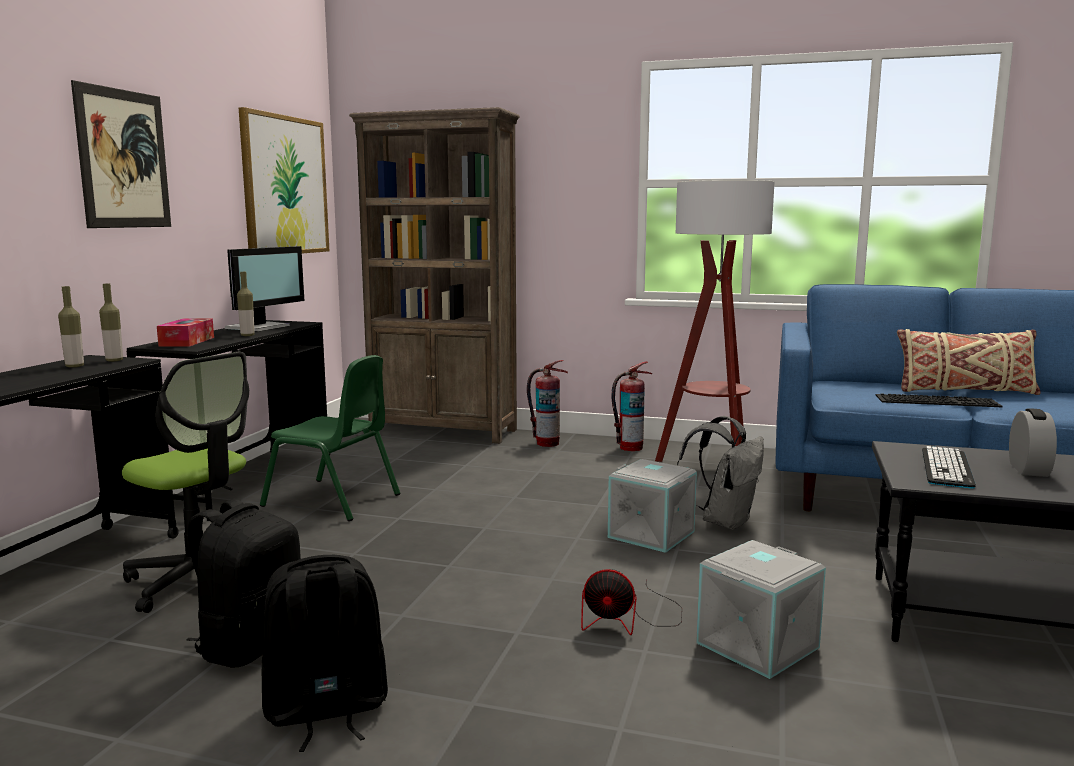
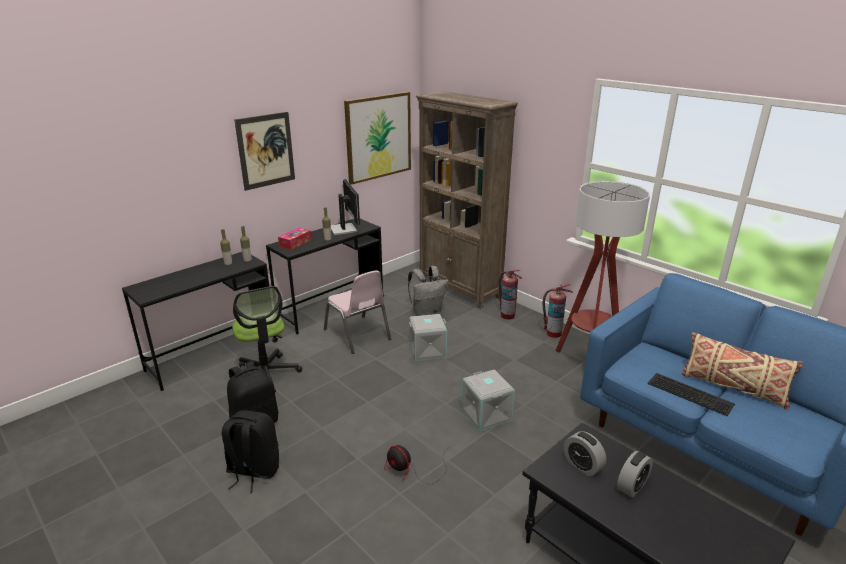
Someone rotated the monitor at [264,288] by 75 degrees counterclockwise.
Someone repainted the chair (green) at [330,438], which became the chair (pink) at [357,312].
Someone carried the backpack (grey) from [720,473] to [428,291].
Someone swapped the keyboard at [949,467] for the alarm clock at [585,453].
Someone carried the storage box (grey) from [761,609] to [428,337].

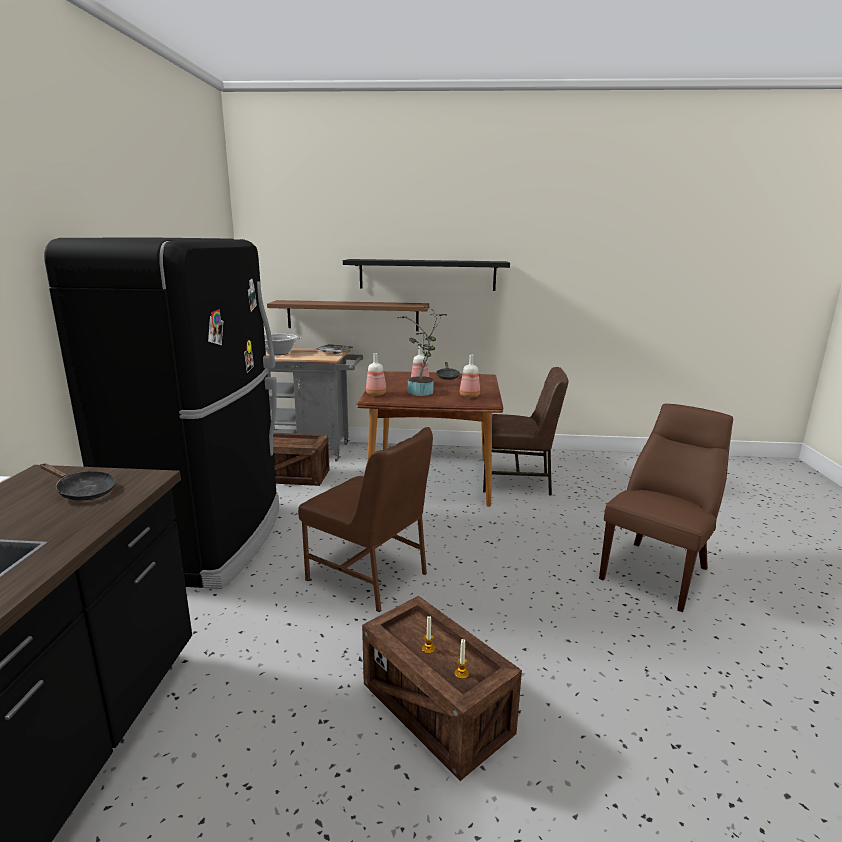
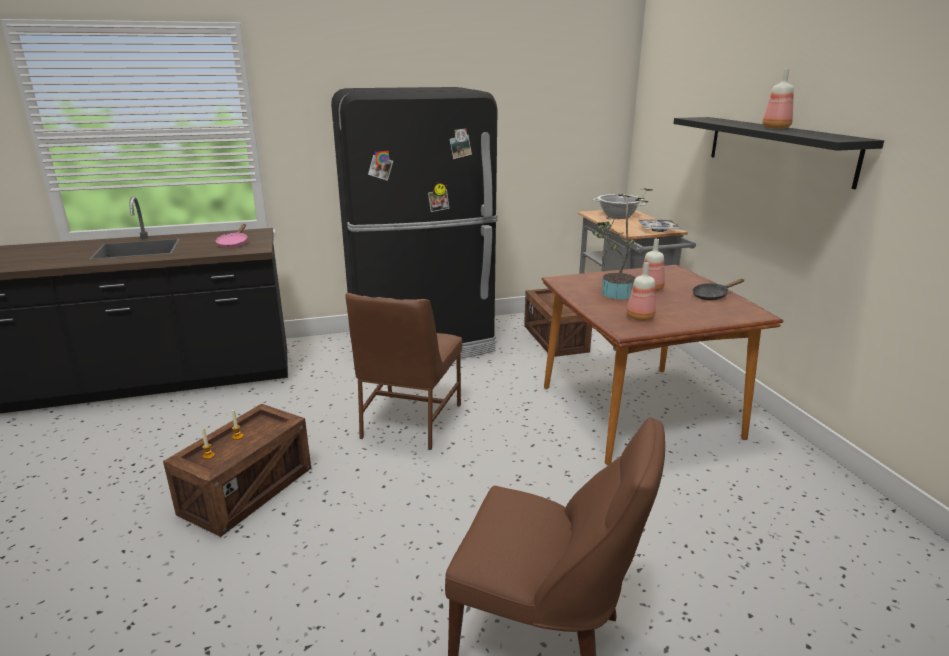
Someone took away the shelf (brown) at [348,315].
Someone carried the bottle from [376,374] to [778,98].
Someone took away the chair (brown) at [526,431].
Someone repainted the frying pan (black) at [78,482], which became the frying pan (pink) at [231,236].

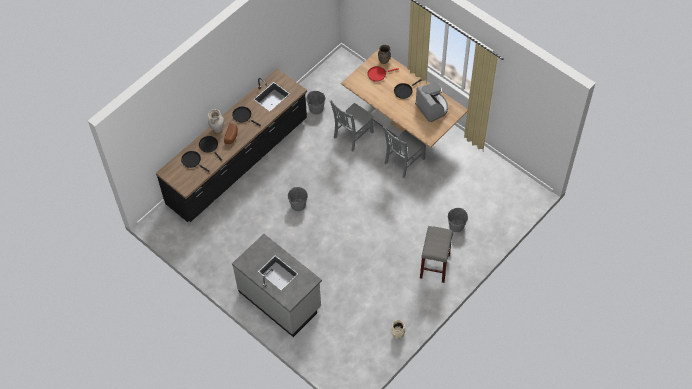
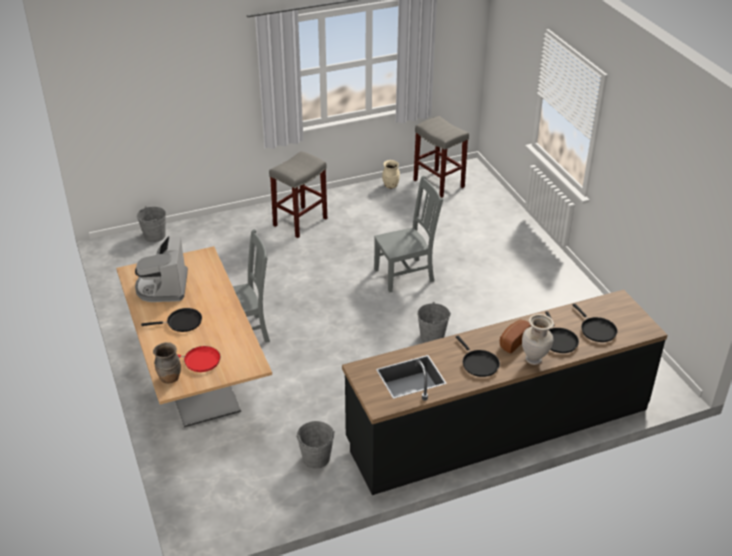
Someone carried the chair (grey) from [352,125] to [408,234].
Someone carried the bucket (grey) from [458,220] to [151,224].
Someone took away the counter (grey) at [277,285].
Someone put down the stool (grey) at [441,157].

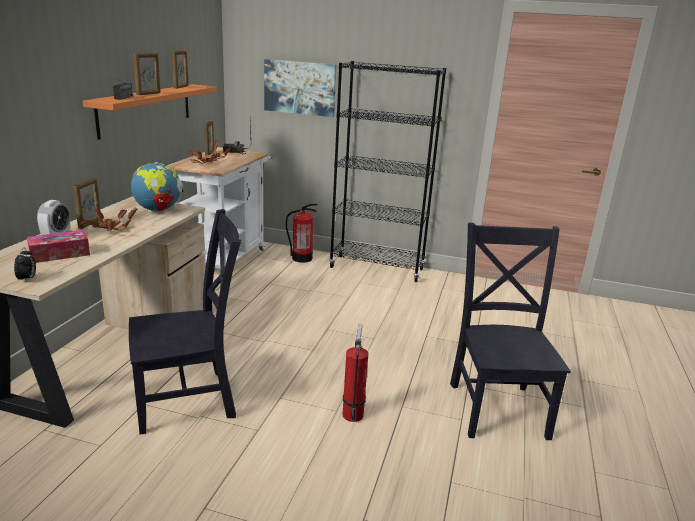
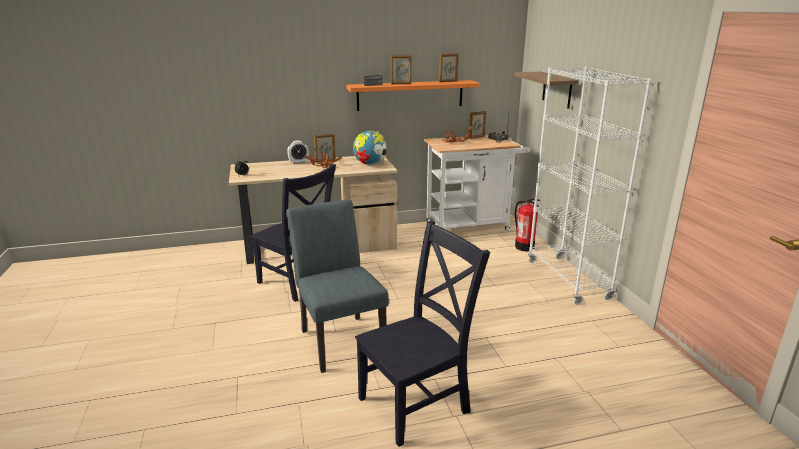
Someone swapped the picture at [300,88] for the shelf at [546,90].
Someone repainted the bookcase (black) at [387,171], which became the bookcase (white) at [590,185].
Someone took away the tissue box at [58,246].
Someone swapped the fire extinguisher at [355,373] for the chair (grey) at [337,286].

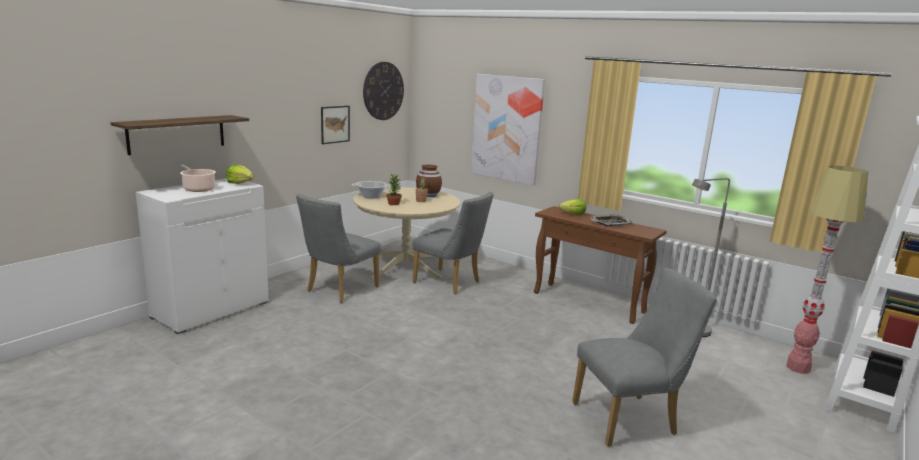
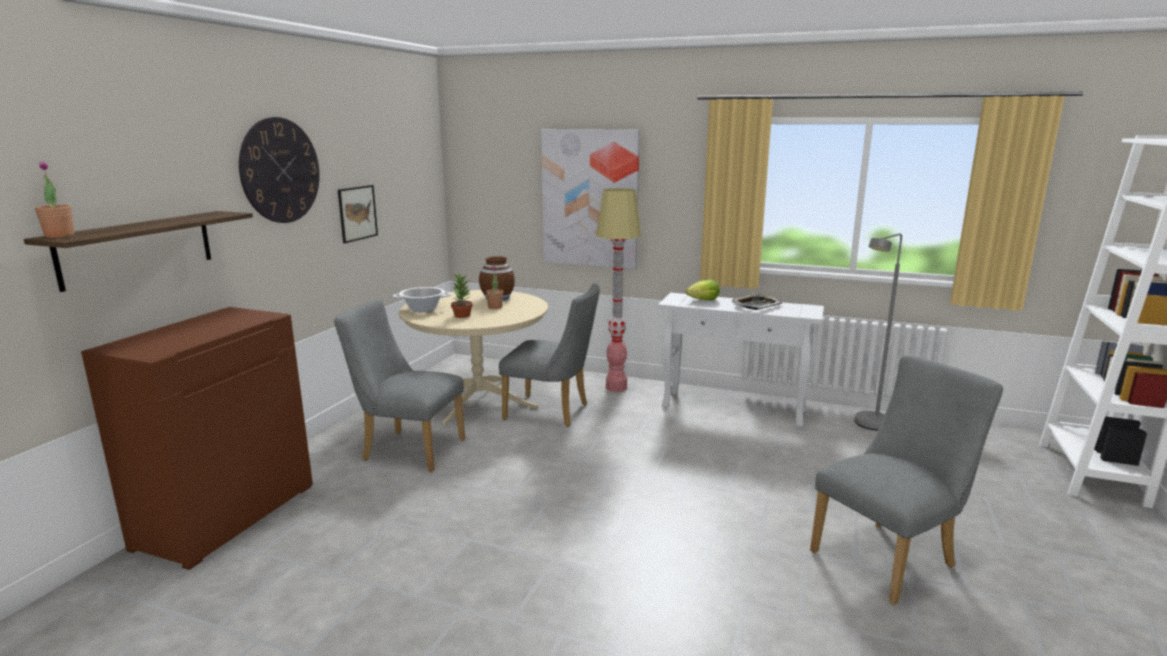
Someone carried the wall clock from [383,91] to [279,170].
Someone took away the cooking pot at [198,178].
Someone took away the lettuce at [240,174].
Someone carried the floor lamp from [827,270] to [618,290].
Someone repainted the cabinet (white) at [202,256], which became the cabinet (brown) at [197,438].
Someone rotated the chair (grey) at [338,248] by 90 degrees clockwise.
Someone repainted the console table (brown) at [600,265], which became the console table (white) at [741,360].
Someone put down the potted plant at [54,199].

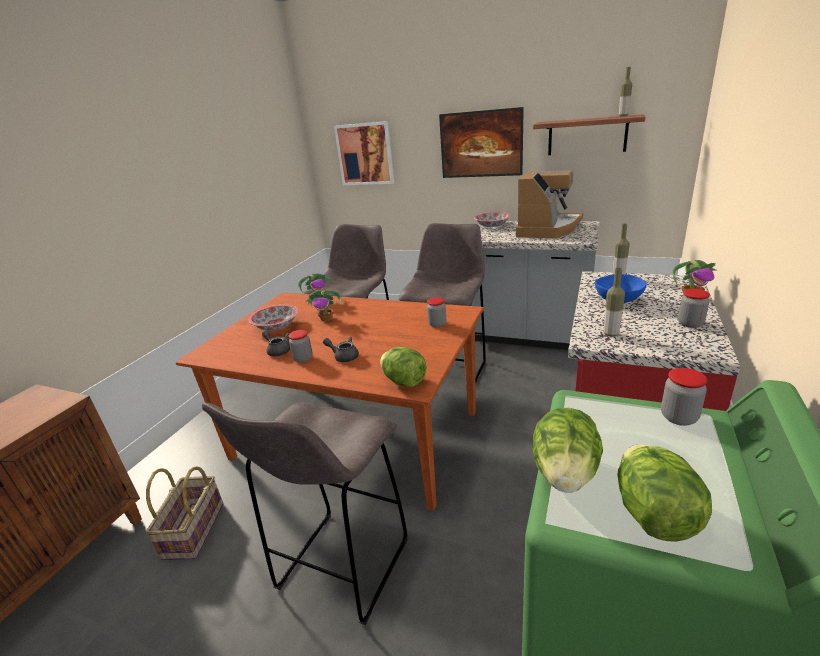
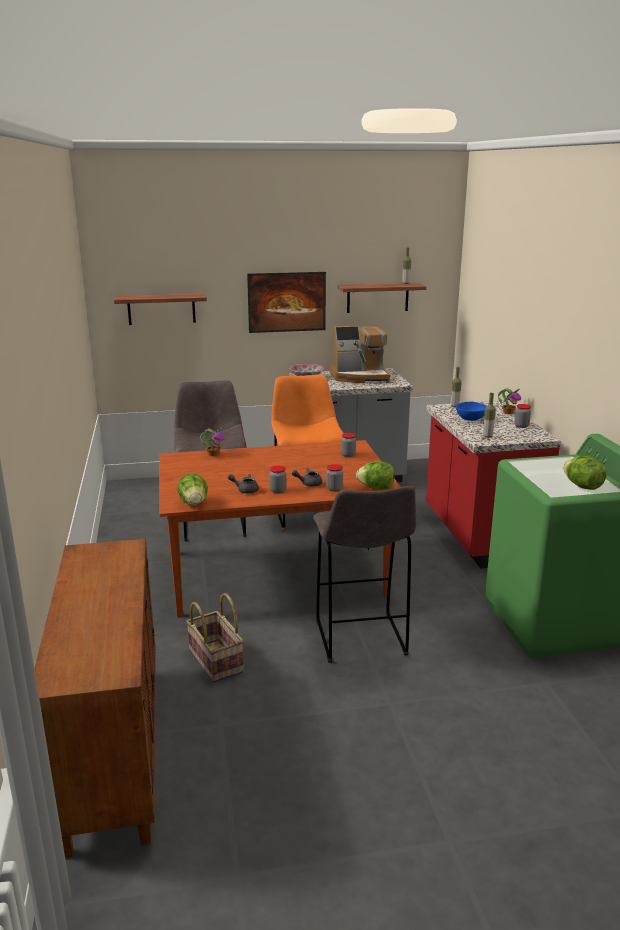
Someone swapped the picture at [364,153] for the shelf at [160,309].
Someone rotated the coffee machine at [549,204] by 90 degrees clockwise.
Someone repainted the stool (grey) at [442,303], which became the stool (orange) at [307,452].
Someone took away the potted plant at [323,306].
Someone took away the bowl at [273,318].
Someone carried the jar from [684,397] to [334,478].
Someone carried the lettuce from [567,450] to [192,489].

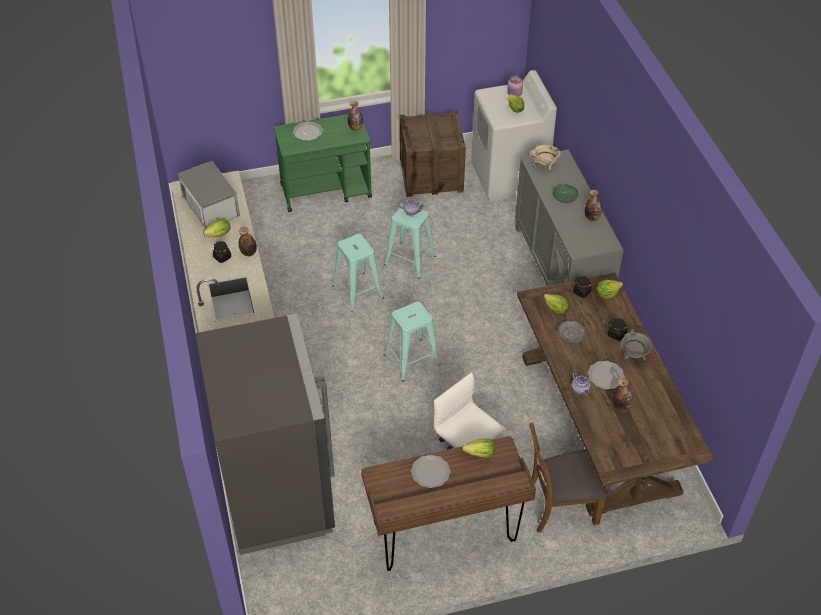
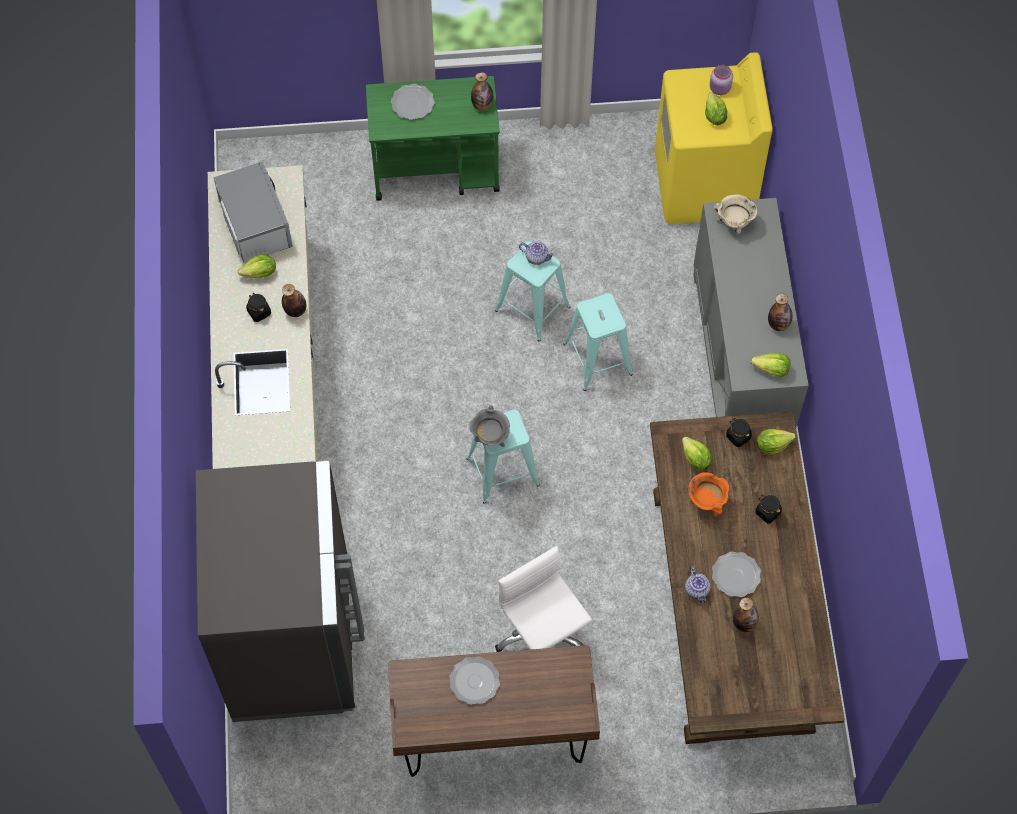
Someone repainted the washing machine (white) at [514,136], which became the washing machine (yellow) at [714,138].
Someone took away the crate at [433,154].
Someone took away the plate (green) at [566,194].
Someone carried the stool (turquoise) from [358,273] to [597,342].
Someone swapped the plate (grey) at [572,331] for the cooking pot (orange) at [708,494].
Someone carried the cooking pot (grey) from [636,345] to [489,426].
Someone took away the chair (brown) at [568,477].
Someone carried the lettuce from [478,448] to [771,365].

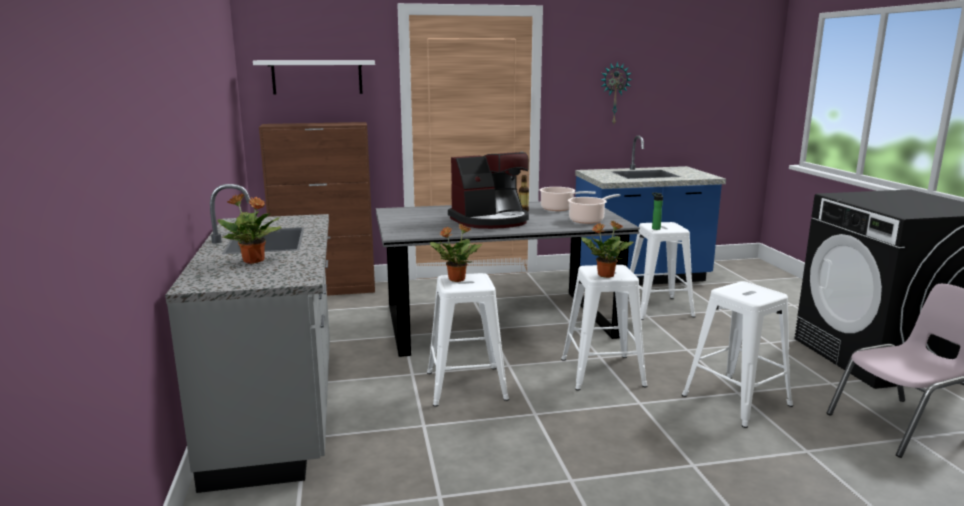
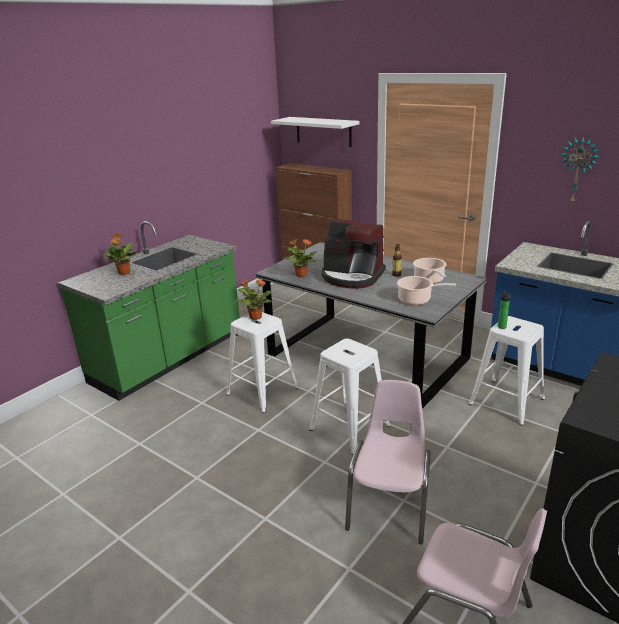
Someone repainted the counter (grey) at [247,338], which became the counter (green) at [149,311].
Someone carried the potted plant from [607,249] to [301,258].
Someone swapped the stool (white) at [737,354] for the chair (pink) at [387,462].

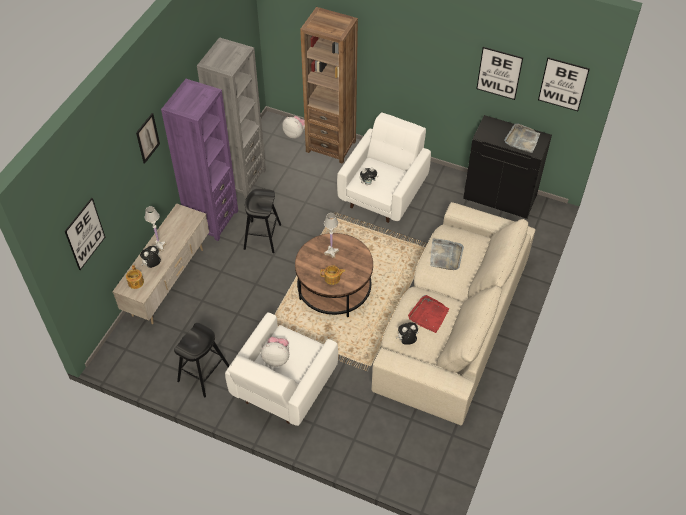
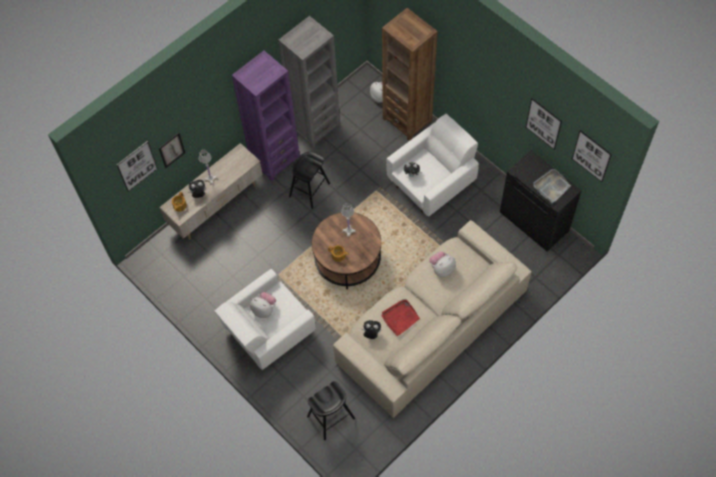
Someone carried the picture from [148,138] to [171,150].
Someone swapped the tray (grey) at [447,254] for the plush toy at [442,264].
Someone carried the stool (black) from [202,360] to [331,410].

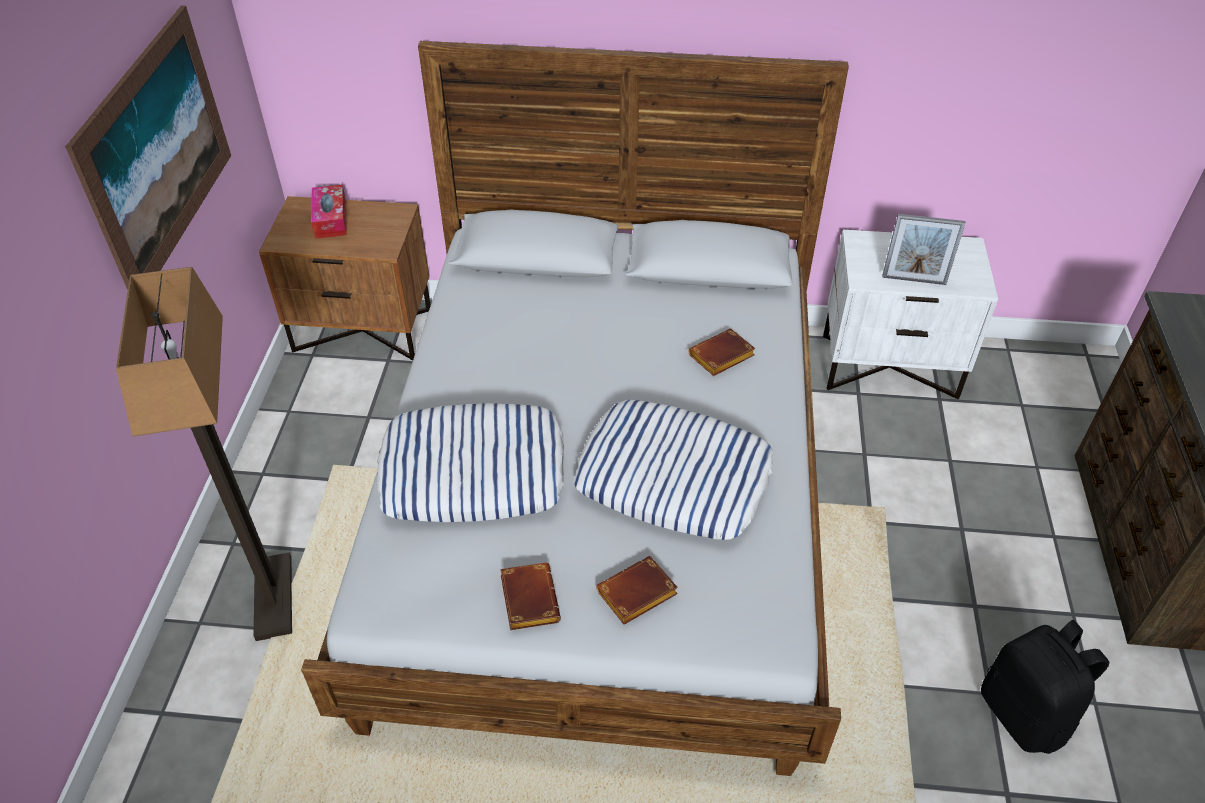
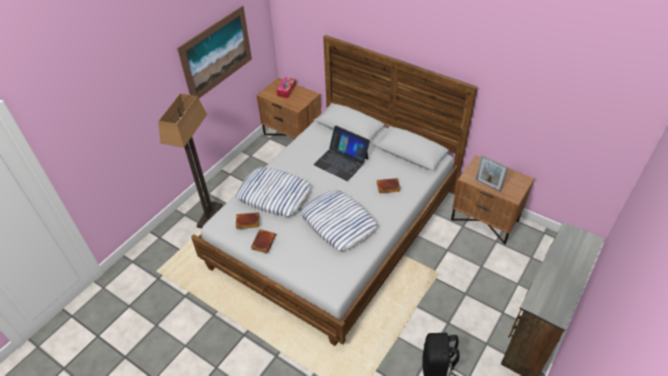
Someone repainted the nightstand (white) at [910,315], which became the nightstand (brown) at [492,199].
Someone carried the book (brown) from [637,590] to [247,220].
Someone put down the laptop at [342,153].

